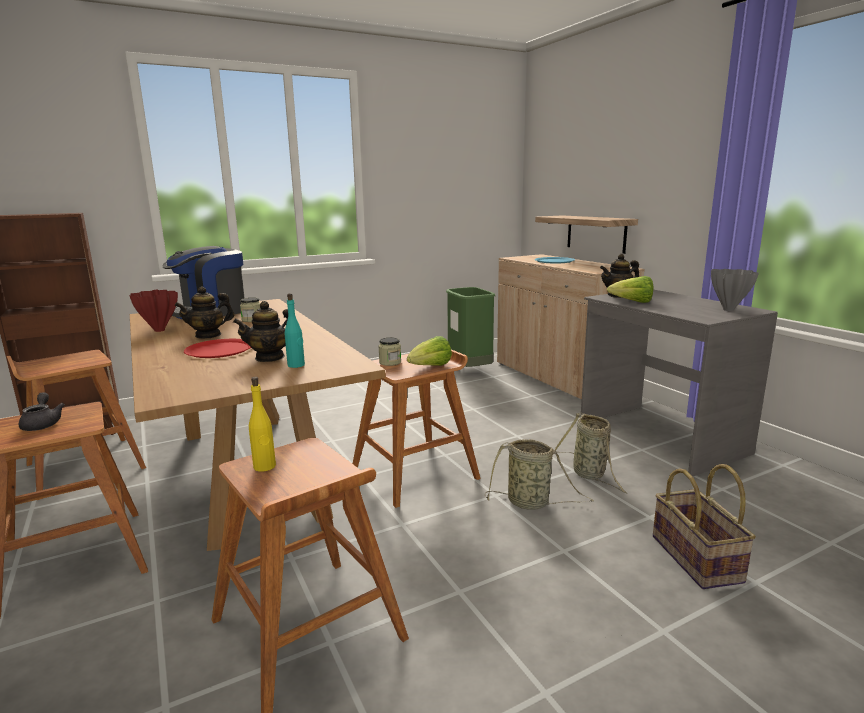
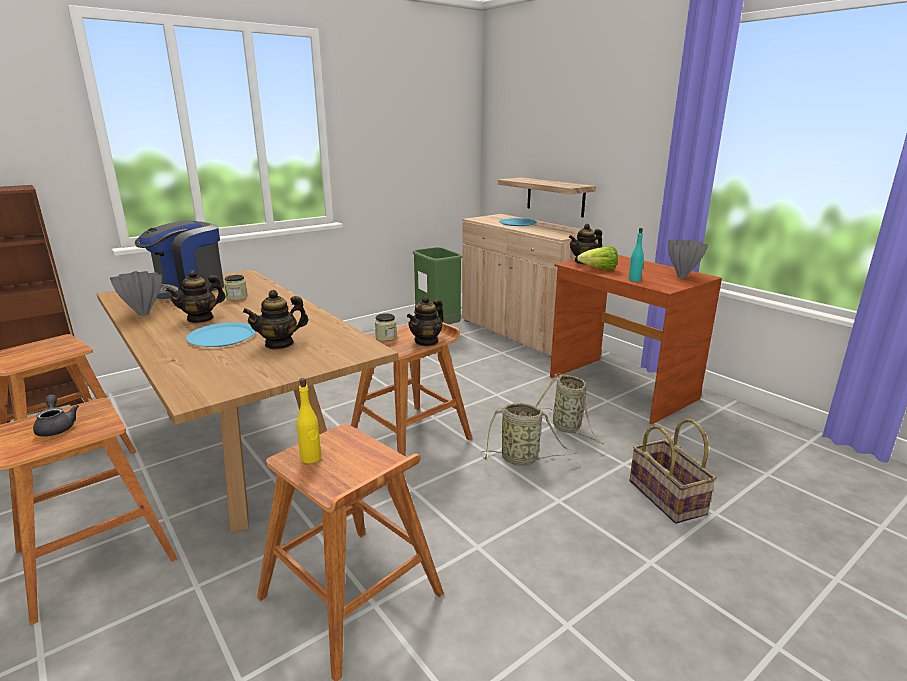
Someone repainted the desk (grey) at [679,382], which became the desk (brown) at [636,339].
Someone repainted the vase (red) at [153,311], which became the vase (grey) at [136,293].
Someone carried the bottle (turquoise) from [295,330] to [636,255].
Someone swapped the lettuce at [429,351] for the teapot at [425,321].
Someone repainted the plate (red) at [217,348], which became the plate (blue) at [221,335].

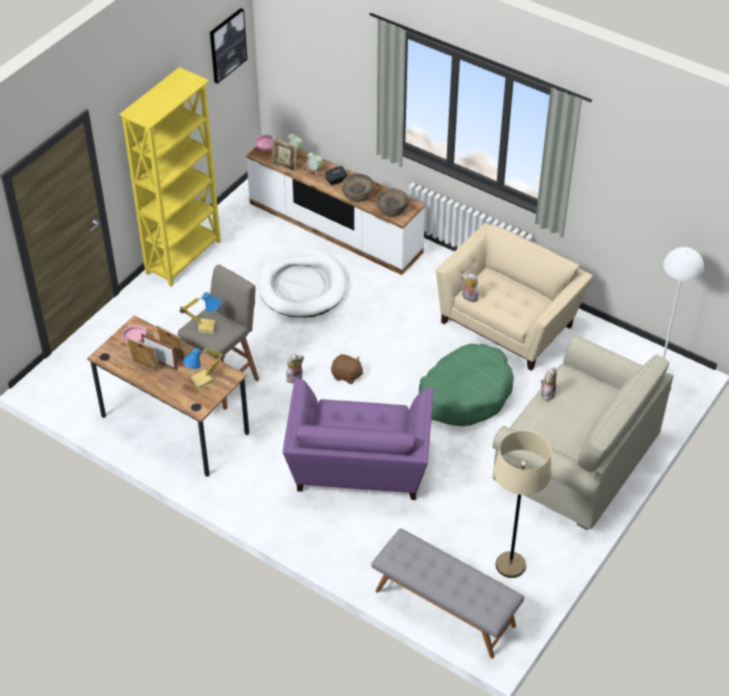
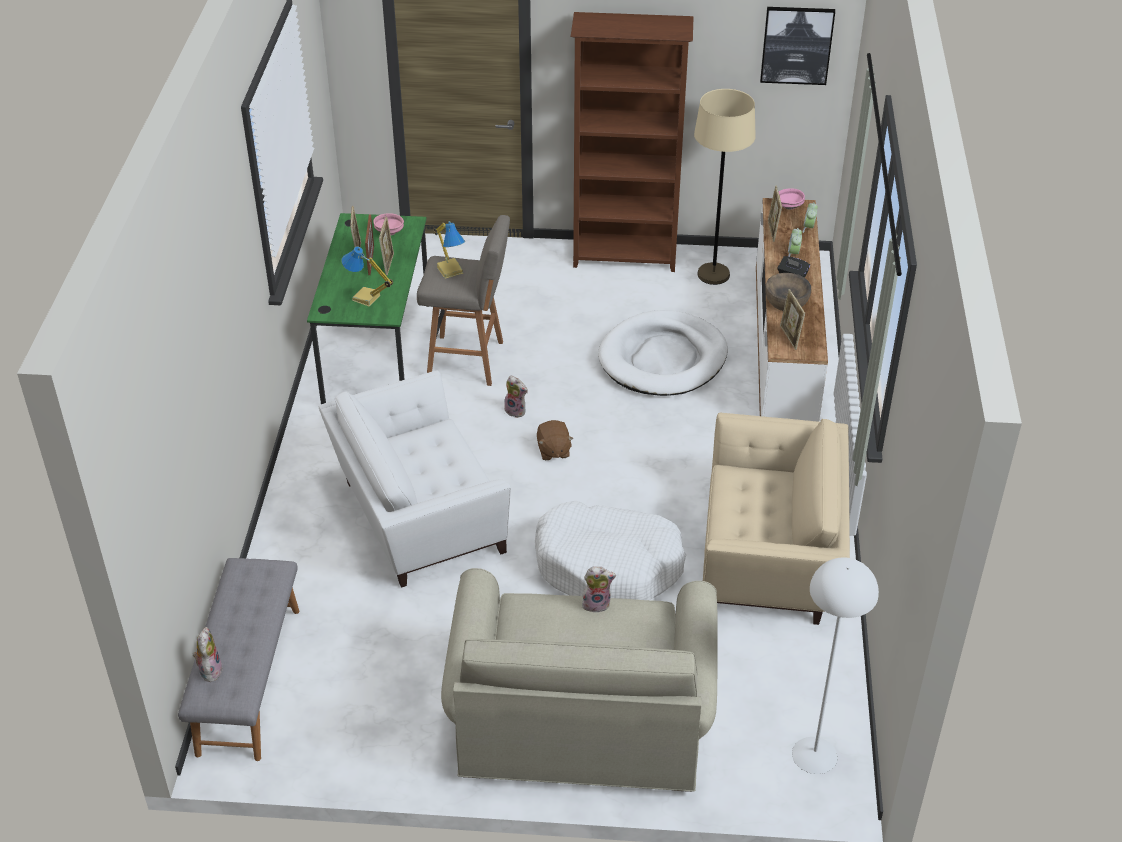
Someone repainted the bookcase (yellow) at [170,177], which became the bookcase (brown) at [631,142].
Someone swapped the bowl (brown) at [392,202] for the picture frame at [792,319].
Someone carried the plush toy from [470,287] to [208,654].
Someone repainted the desk (brown) at [168,396], which became the desk (green) at [368,308].
Someone repainted the dog bed (green) at [466,384], which became the dog bed (white) at [610,550].
Someone repainted the armchair (purple) at [358,439], which became the armchair (white) at [415,479].
Someone carried the floor lamp (beige) from [522,504] to [725,187].

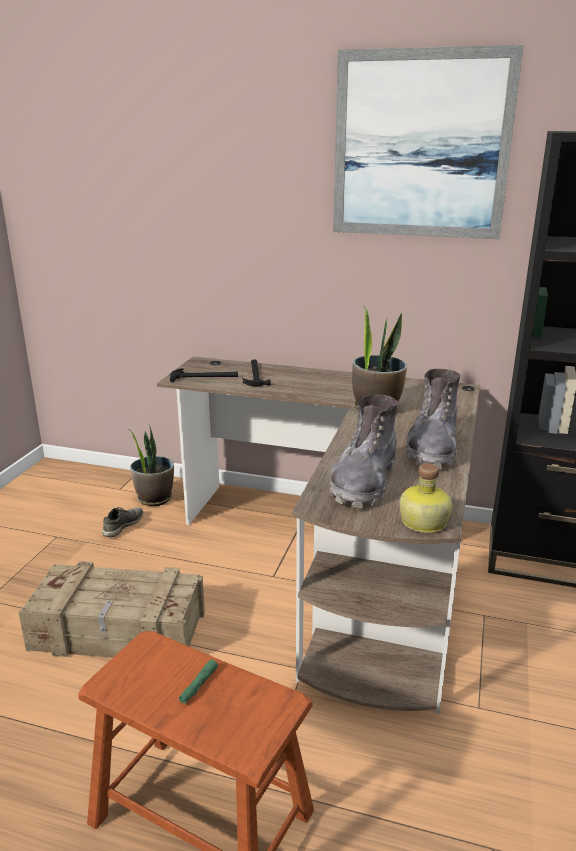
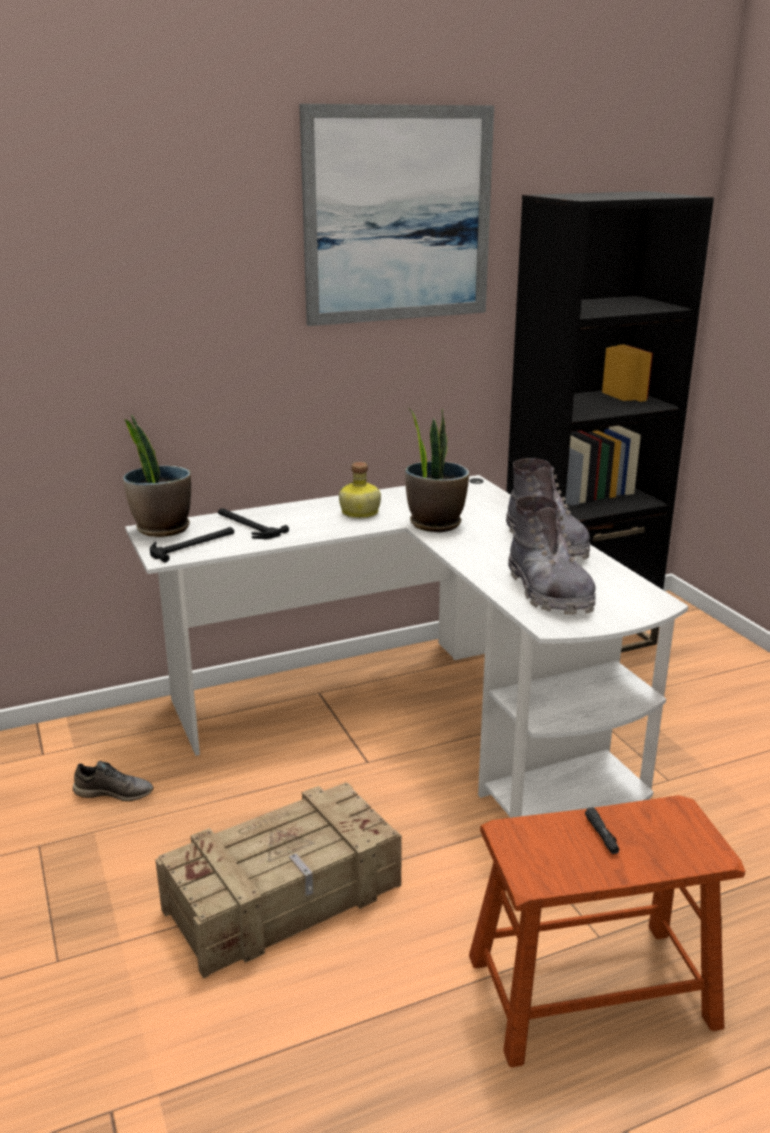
Someone repainted the desk (brown) at [318,535], which became the desk (white) at [406,646].
Someone carried the potted plant from [151,464] to [157,475].
Someone carried the bottle from [425,498] to [360,490].
Someone rotated the shoe (grey) at [122,522] by 105 degrees clockwise.
Someone repainted the flashlight (green) at [198,681], which became the flashlight (black) at [602,830].

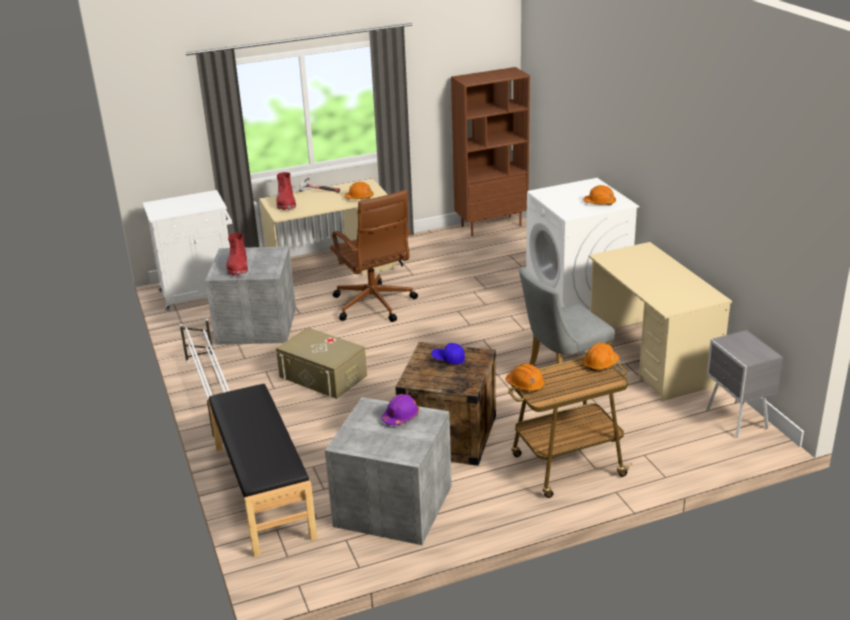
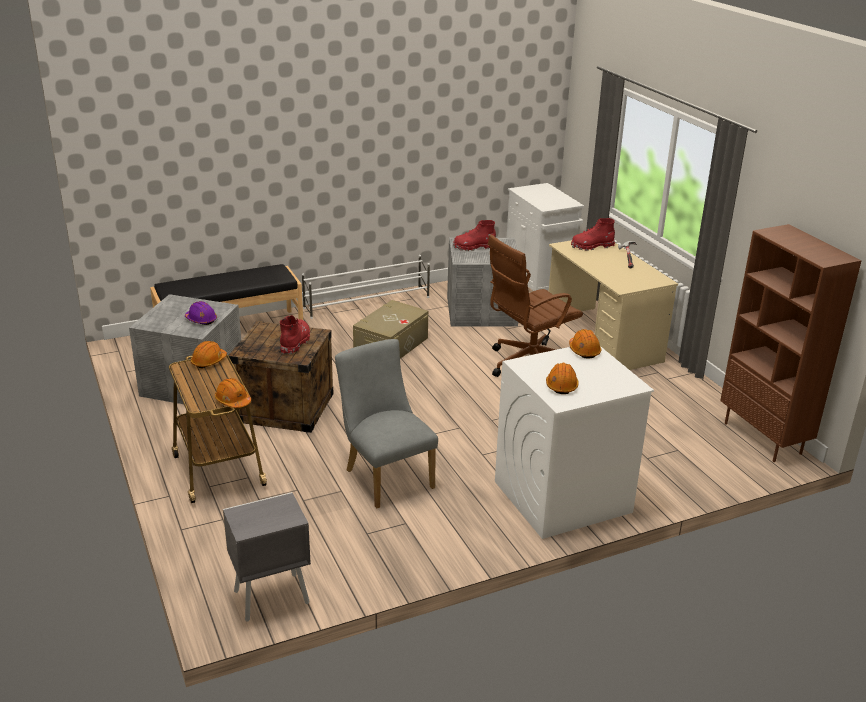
Someone carried the hard hat (orange) from [358,190] to [585,344].
Someone took away the desk (beige) at [660,321].
Someone swapped the cap (blue) at [448,353] for the boot (red) at [295,334].

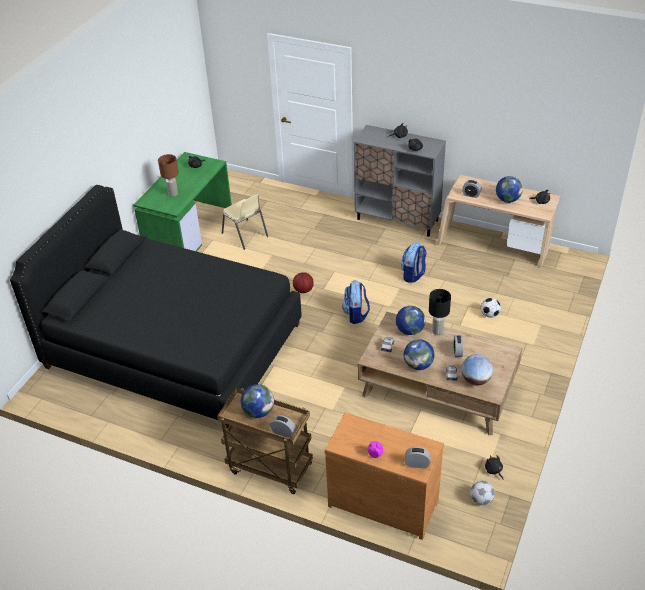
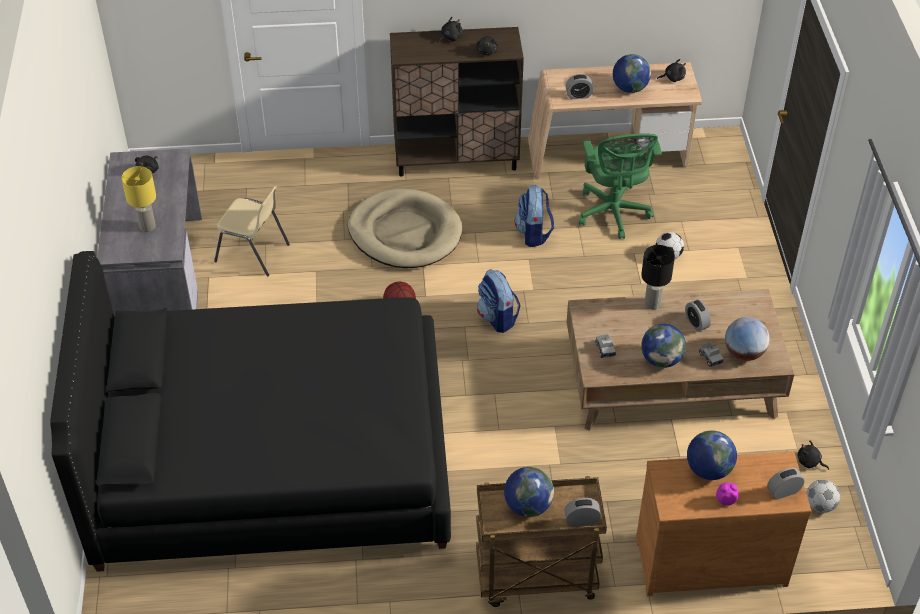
Someone repainted the cabinet (grey) at [400,181], which became the cabinet (brown) at [457,102].
Someone repainted the desk (green) at [182,202], which became the desk (grey) at [149,232].
Someone repainted the table lamp (brown) at [168,175], which became the table lamp (yellow) at [138,199].
Someone carried the globe from [410,320] to [712,455].
Someone put down the office chair (green) at [620,186].
Someone put down the dog bed (beige) at [405,228].

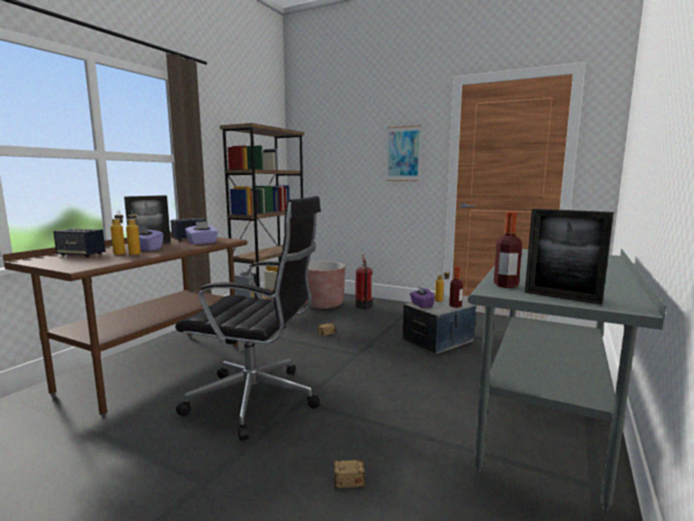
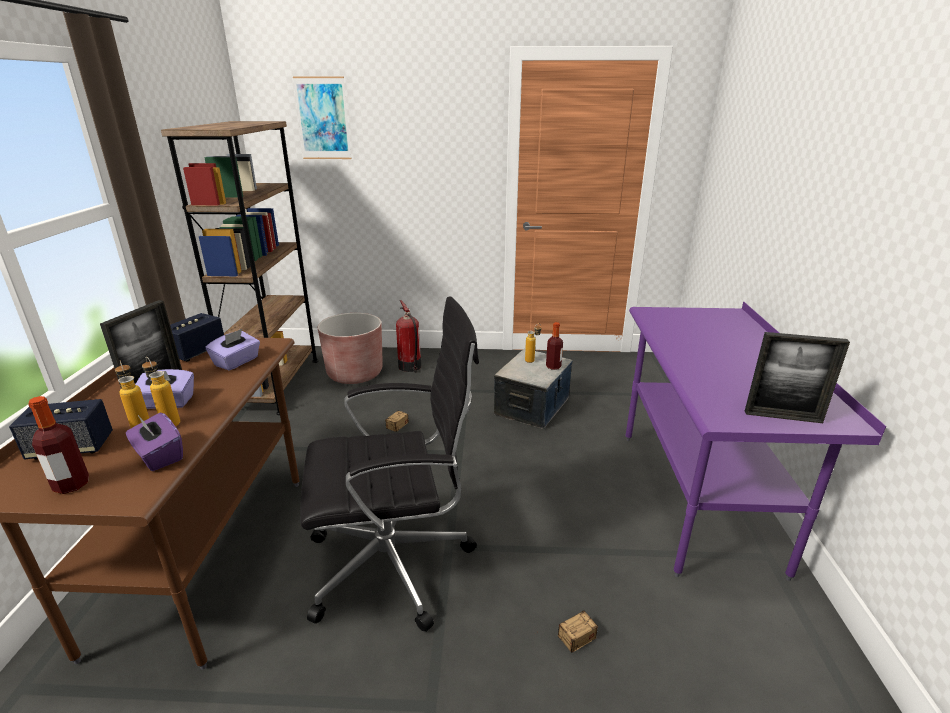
Someone carried the picture from [403,153] to [322,118].
Someone carried the bottle from [508,250] to [58,445].
Someone repainted the desk (grey) at [567,380], which became the desk (purple) at [756,441].
Someone carried the tissue box (purple) from [422,297] to [154,442].

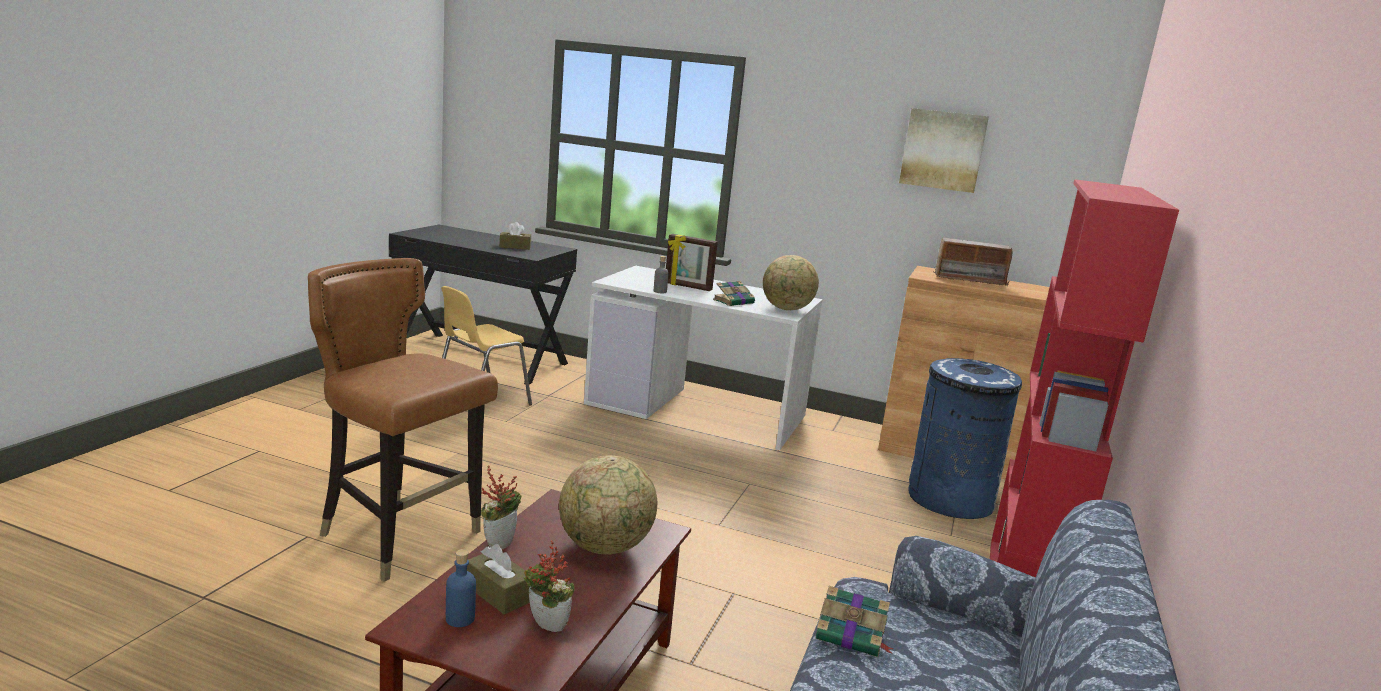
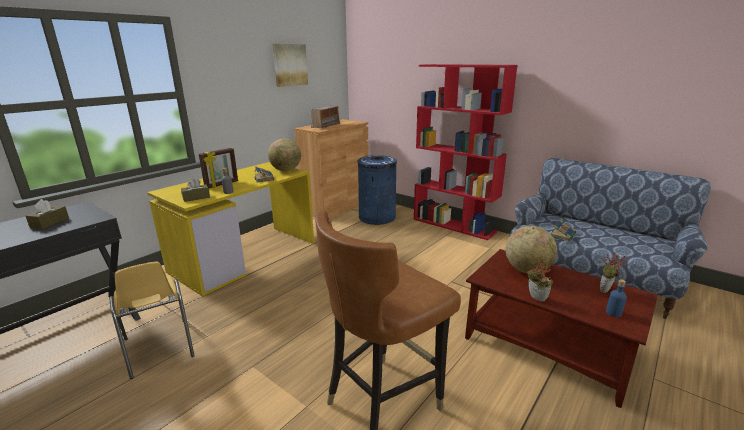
Someone repainted the desk (white) at [703,358], which became the desk (yellow) at [230,229].
Someone carried the tissue box (brown) from [498,579] to [195,190].

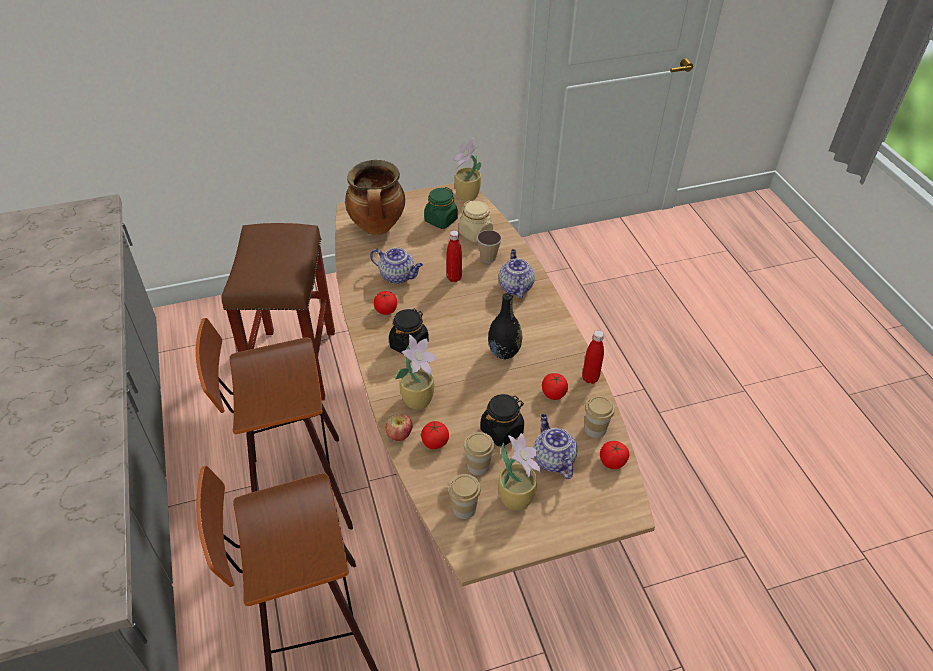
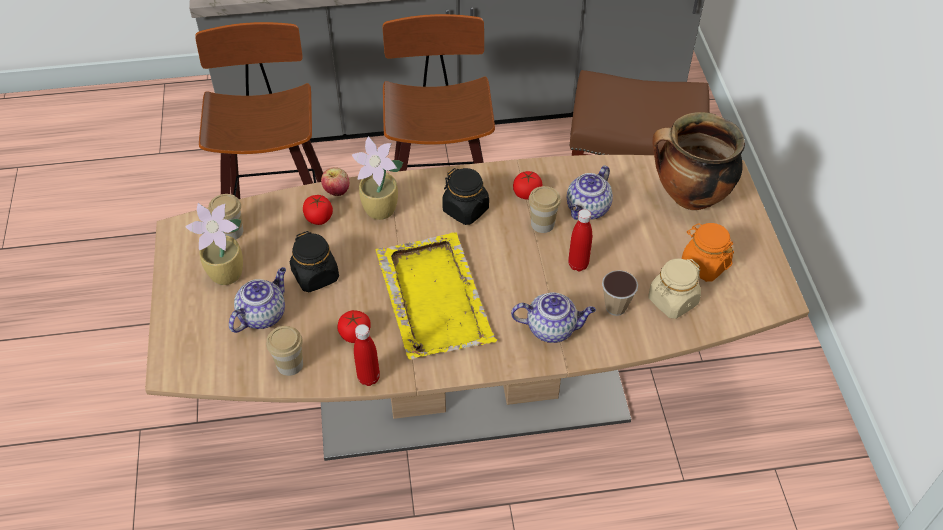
Someone took away the potted plant at [467,169].
Someone repainted the jar (green) at [441,208], which became the jar (orange) at [708,252].
Someone swapped the vase (black) at [505,326] for the tray (yellow) at [436,296].
Someone rotated the teapot at [555,446] by 45 degrees counterclockwise.
Someone carried the cup from [479,454] to [545,209].
Someone took away the tomato at [614,455].

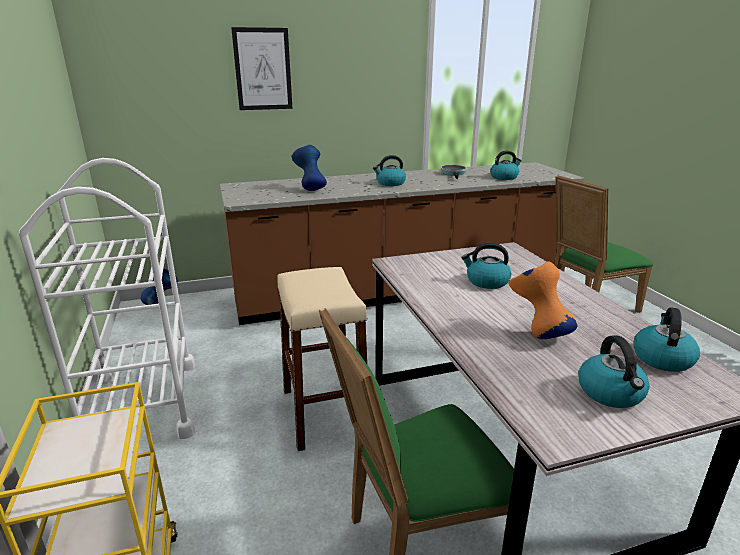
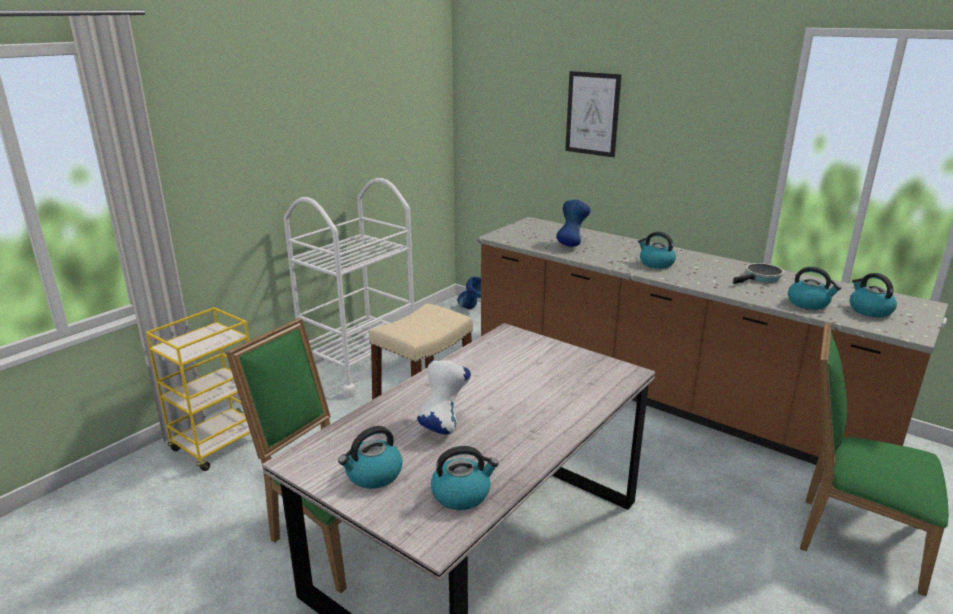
Someone carried the kettle from [486,266] to [873,295].
Someone repainted the vase (orange) at [543,300], which became the vase (white) at [444,397].

